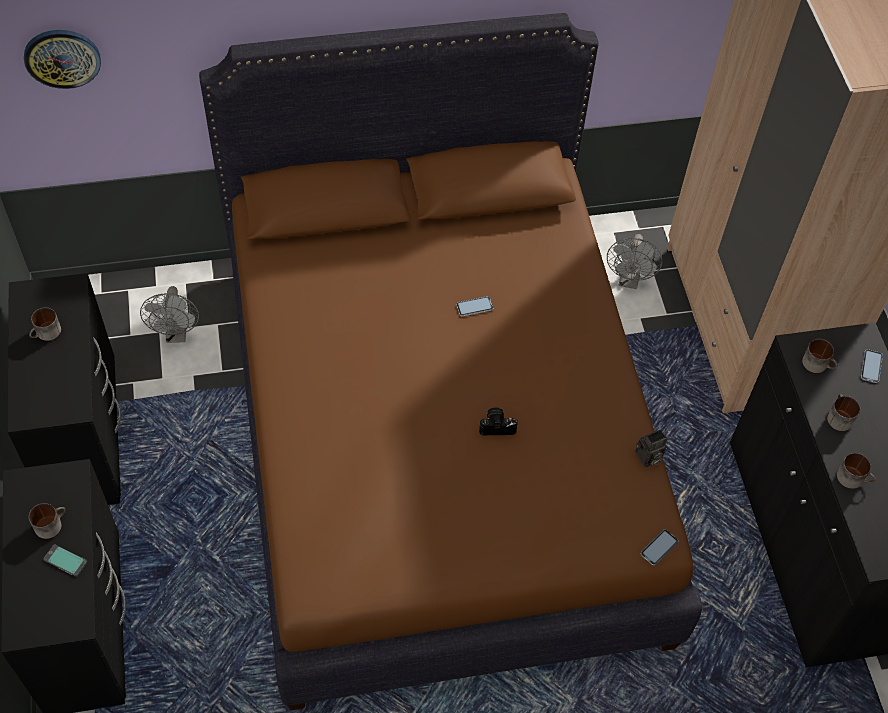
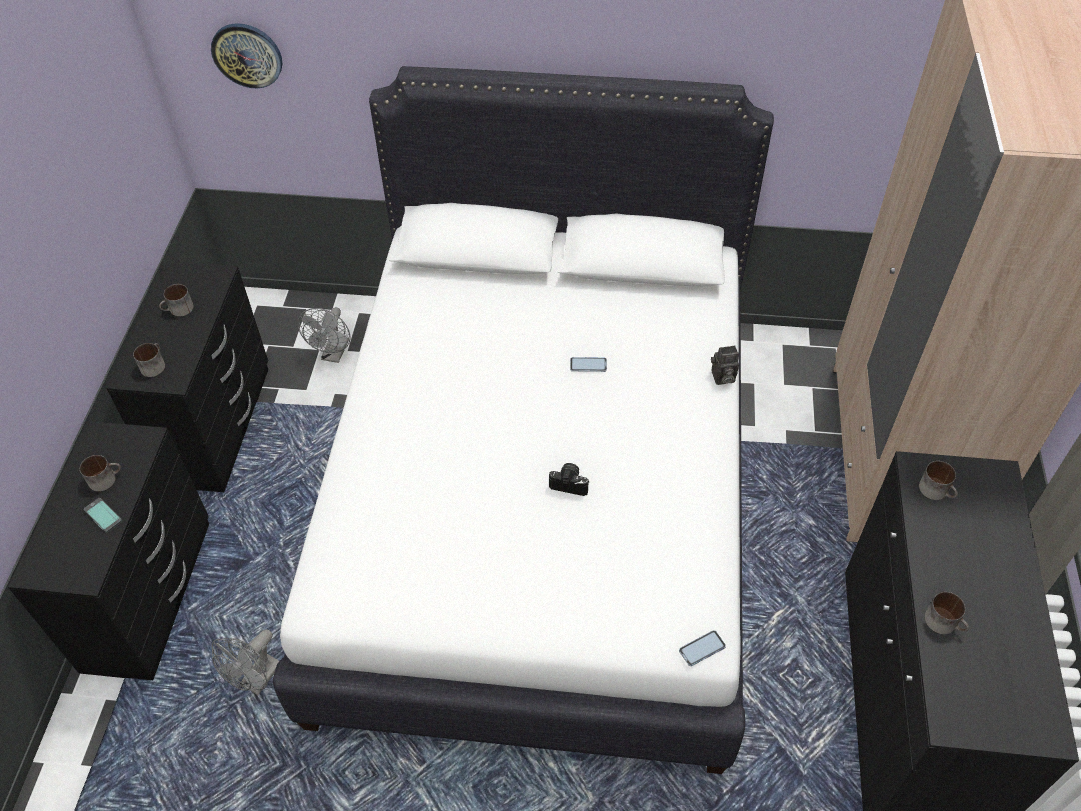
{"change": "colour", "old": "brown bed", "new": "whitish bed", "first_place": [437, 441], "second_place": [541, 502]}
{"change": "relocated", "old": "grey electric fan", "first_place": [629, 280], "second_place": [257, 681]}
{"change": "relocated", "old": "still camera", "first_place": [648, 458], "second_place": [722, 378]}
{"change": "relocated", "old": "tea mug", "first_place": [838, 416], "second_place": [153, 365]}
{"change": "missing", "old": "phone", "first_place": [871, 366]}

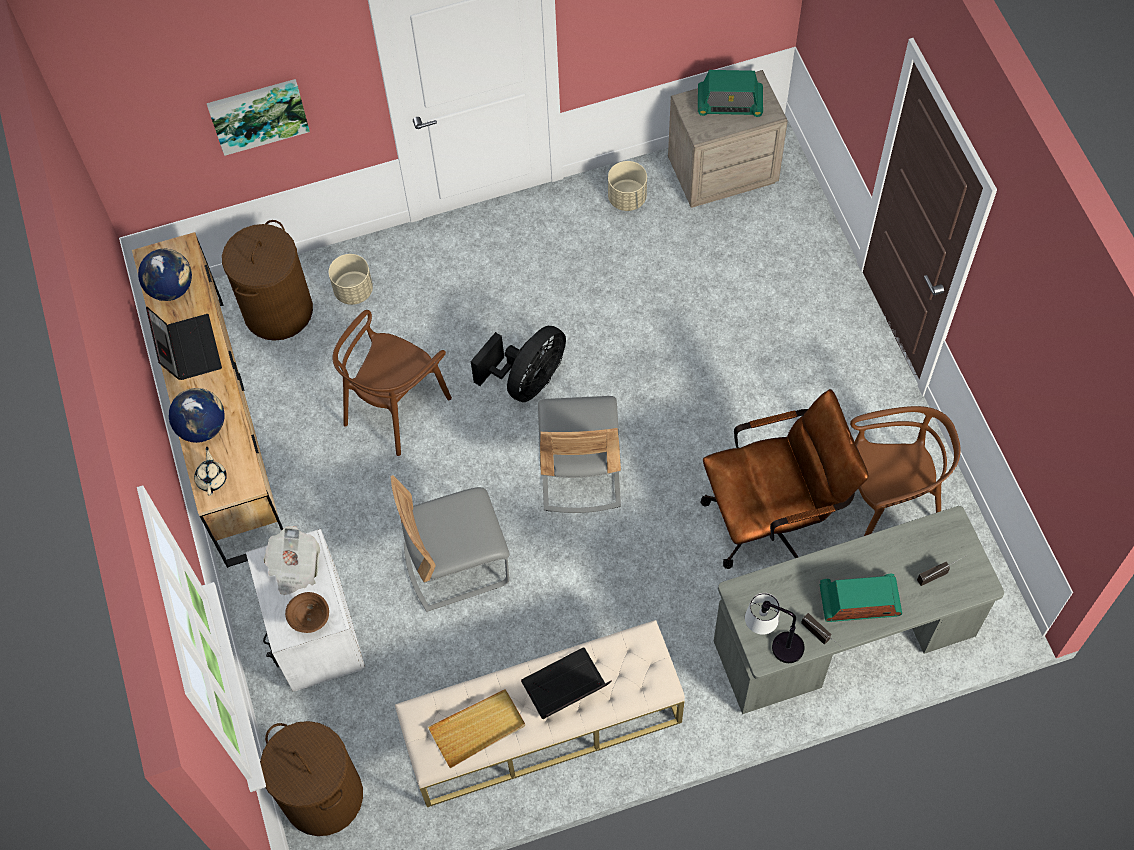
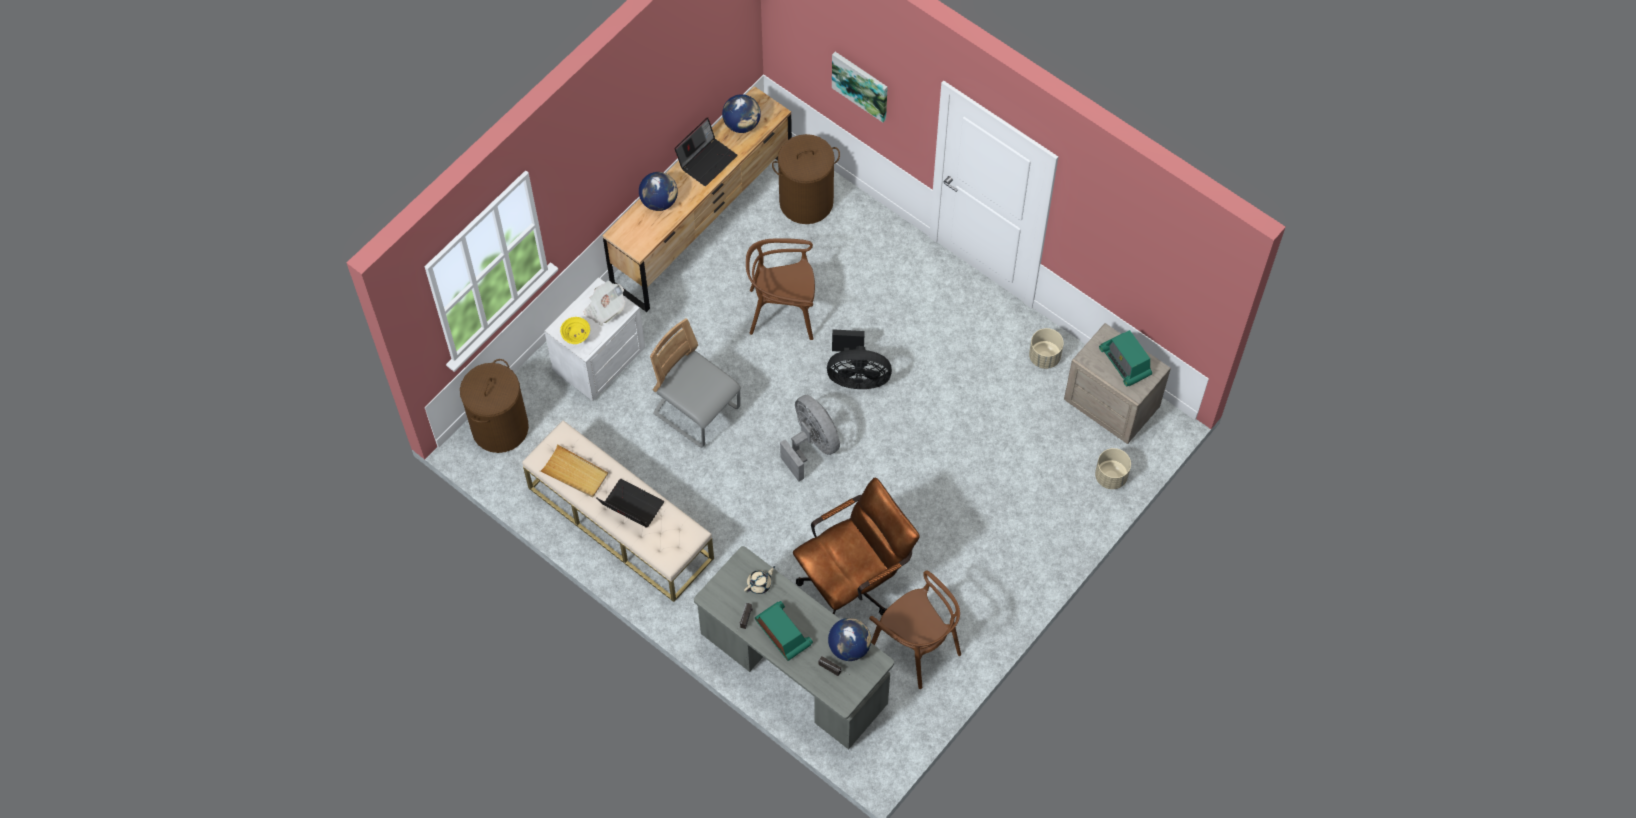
{"change": "relocated", "old": "beige-coloured teapot", "first_place": [212, 478], "second_place": [759, 584]}
{"change": "colour", "old": "brown serving bowl", "new": "yellow serving bowl", "first_place": [312, 621], "second_place": [577, 339]}
{"change": "relocated", "old": "beige-coloured flower pot", "first_place": [353, 290], "second_place": [1111, 476]}
{"change": "exchanged", "old": "grey plain chair", "new": "grey electric fan", "first_place": [580, 470], "second_place": [811, 445]}
{"change": "spun", "old": "brown desk chair", "first_place": [773, 519], "second_place": [854, 581], "degrees": -75}
{"change": "missing", "old": "tabletop lamp", "first_place": [772, 643]}
{"change": "appeared", "new": "world globe", "second_place": [849, 647]}

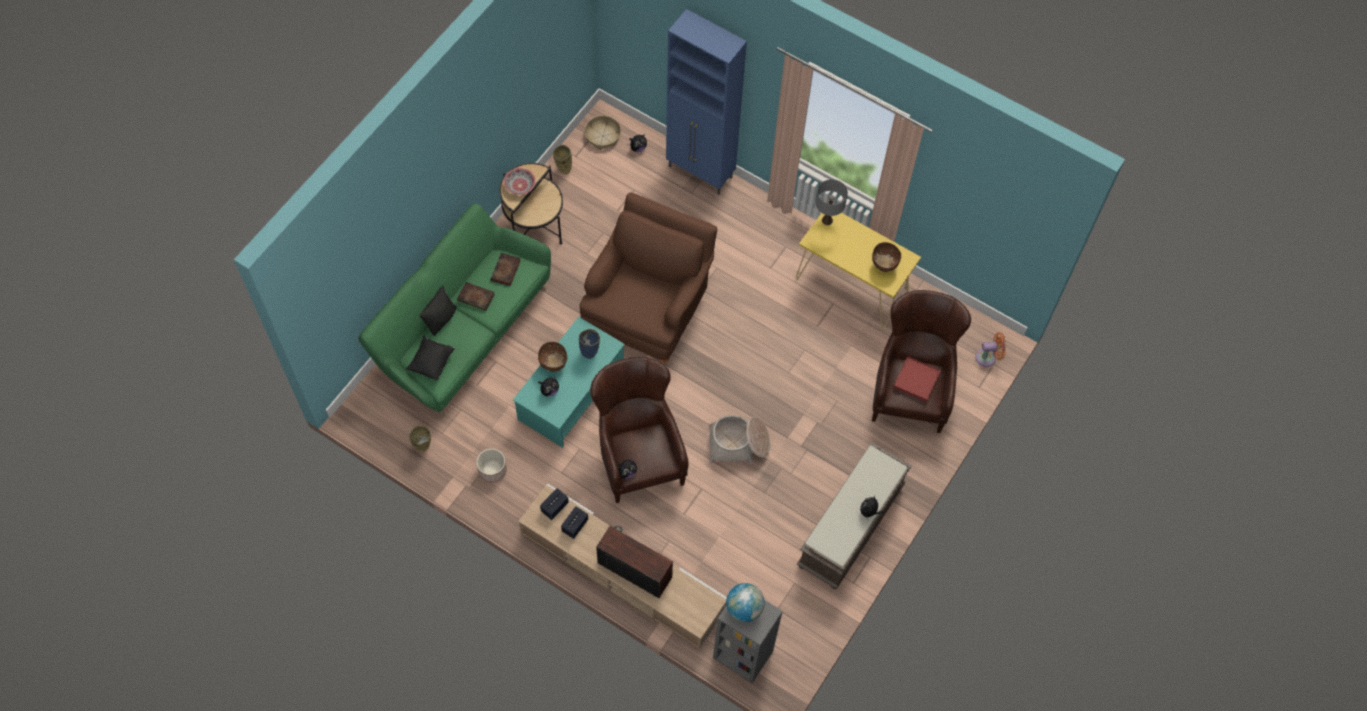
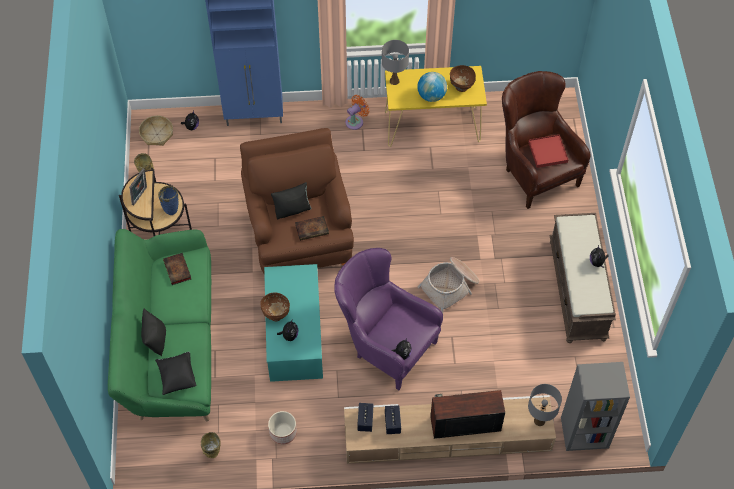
{"change": "relocated", "old": "bound book", "first_place": [477, 297], "second_place": [312, 229]}
{"change": "exchanged", "old": "serving bowl", "new": "standing frame", "first_place": [520, 185], "second_place": [140, 196]}
{"change": "relocated", "old": "bluish decorative vase", "first_place": [590, 353], "second_place": [172, 210]}
{"change": "colour", "old": "brown lounge chair", "new": "purple lounge chair", "first_place": [638, 456], "second_place": [385, 345]}
{"change": "relocated", "old": "world globe", "first_place": [744, 608], "second_place": [431, 96]}
{"change": "relocated", "old": "orangey electric fan", "first_place": [988, 357], "second_place": [356, 121]}
{"change": "appeared", "new": "black-coloured throw pillow", "second_place": [292, 210]}
{"change": "appeared", "new": "grey tabletop lamp", "second_place": [539, 421]}

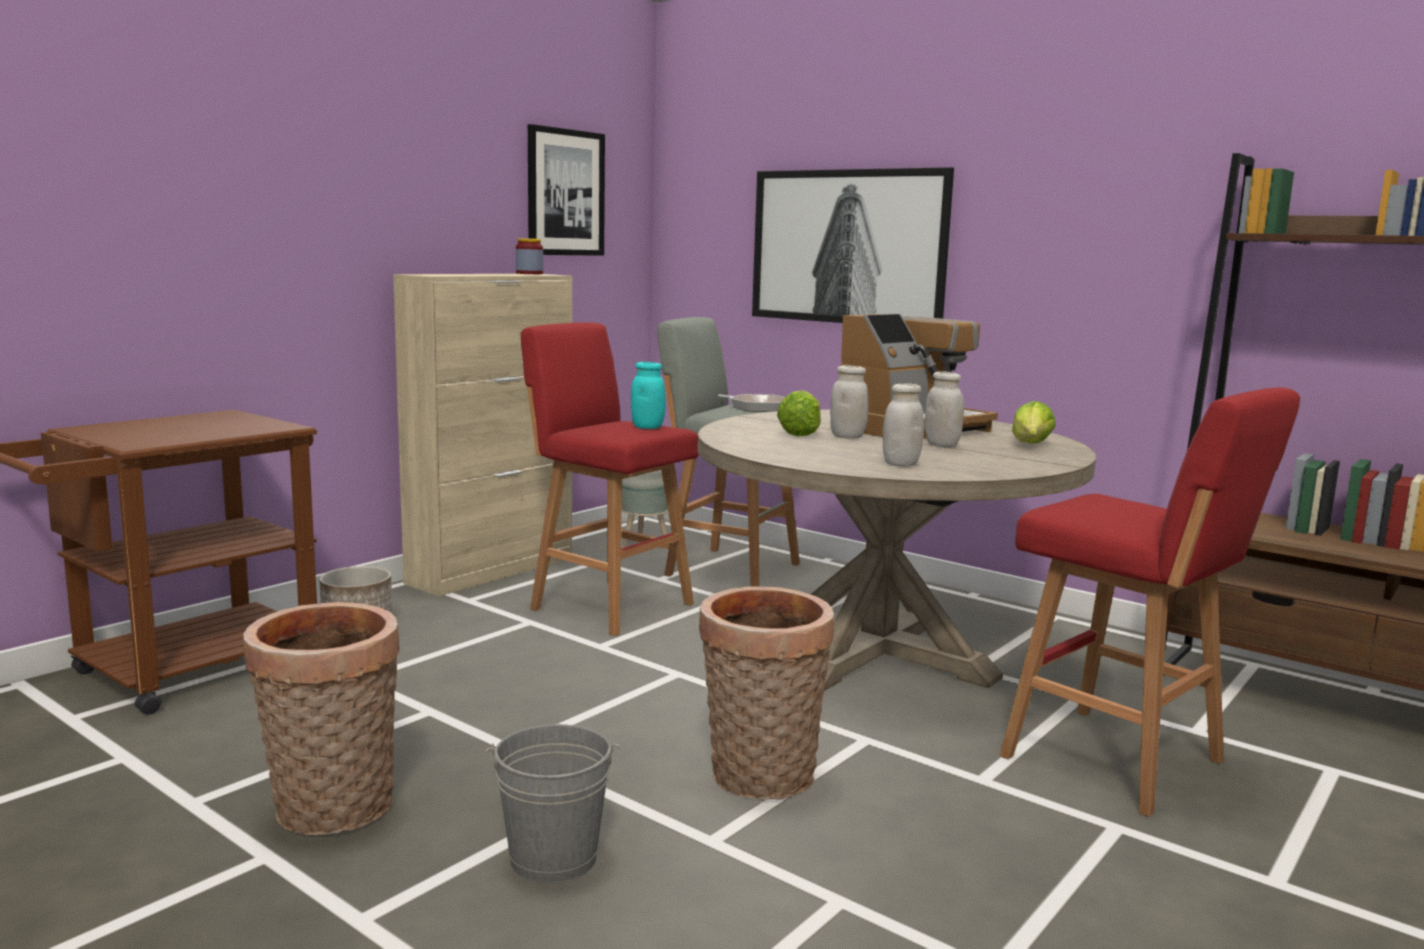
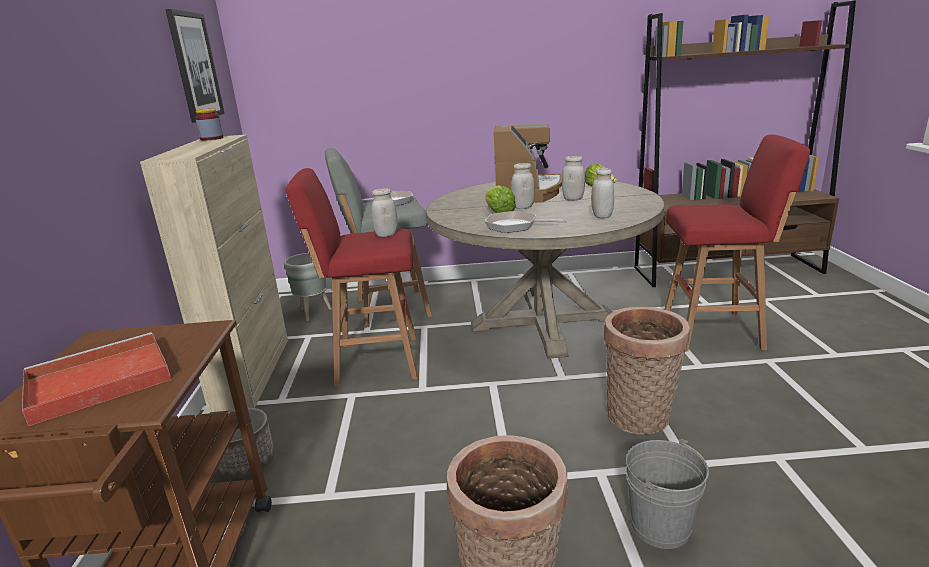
{"change": "colour", "old": "turquoise-coloured storage jar", "new": "whitish storage jar", "first_place": [647, 427], "second_place": [386, 234]}
{"change": "missing", "old": "picture", "first_place": [848, 247]}
{"change": "appeared", "new": "red carrying tray", "second_place": [96, 382]}
{"change": "appeared", "new": "frying pan", "second_place": [515, 226]}

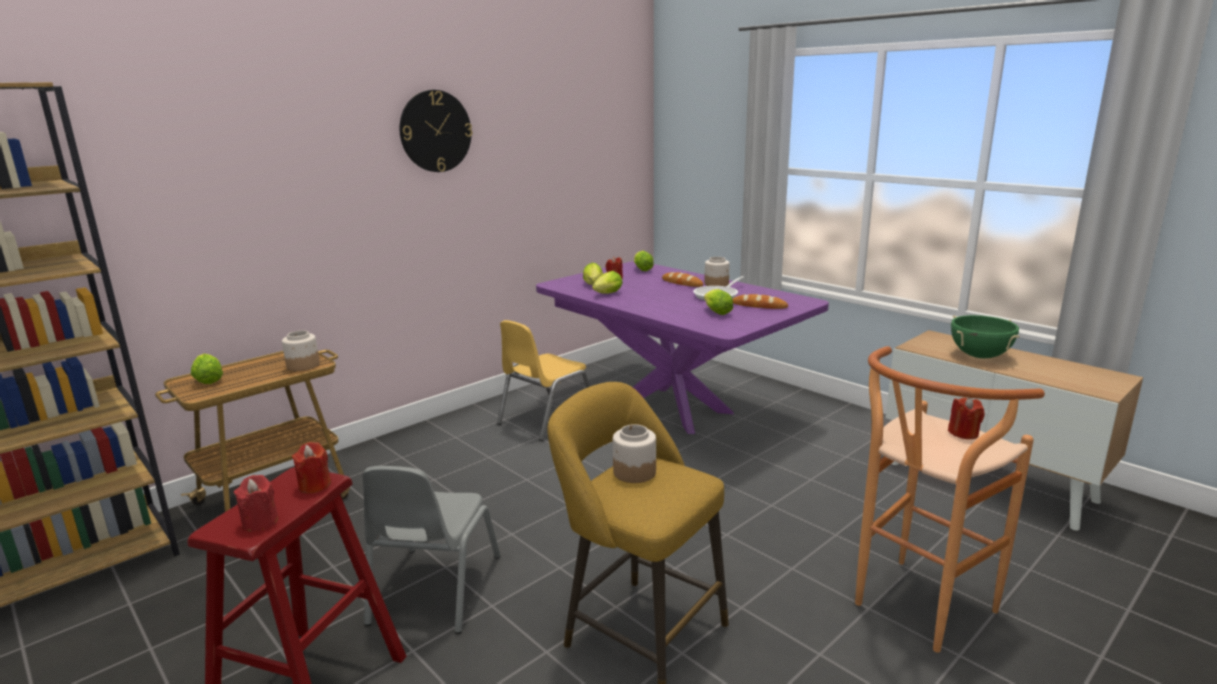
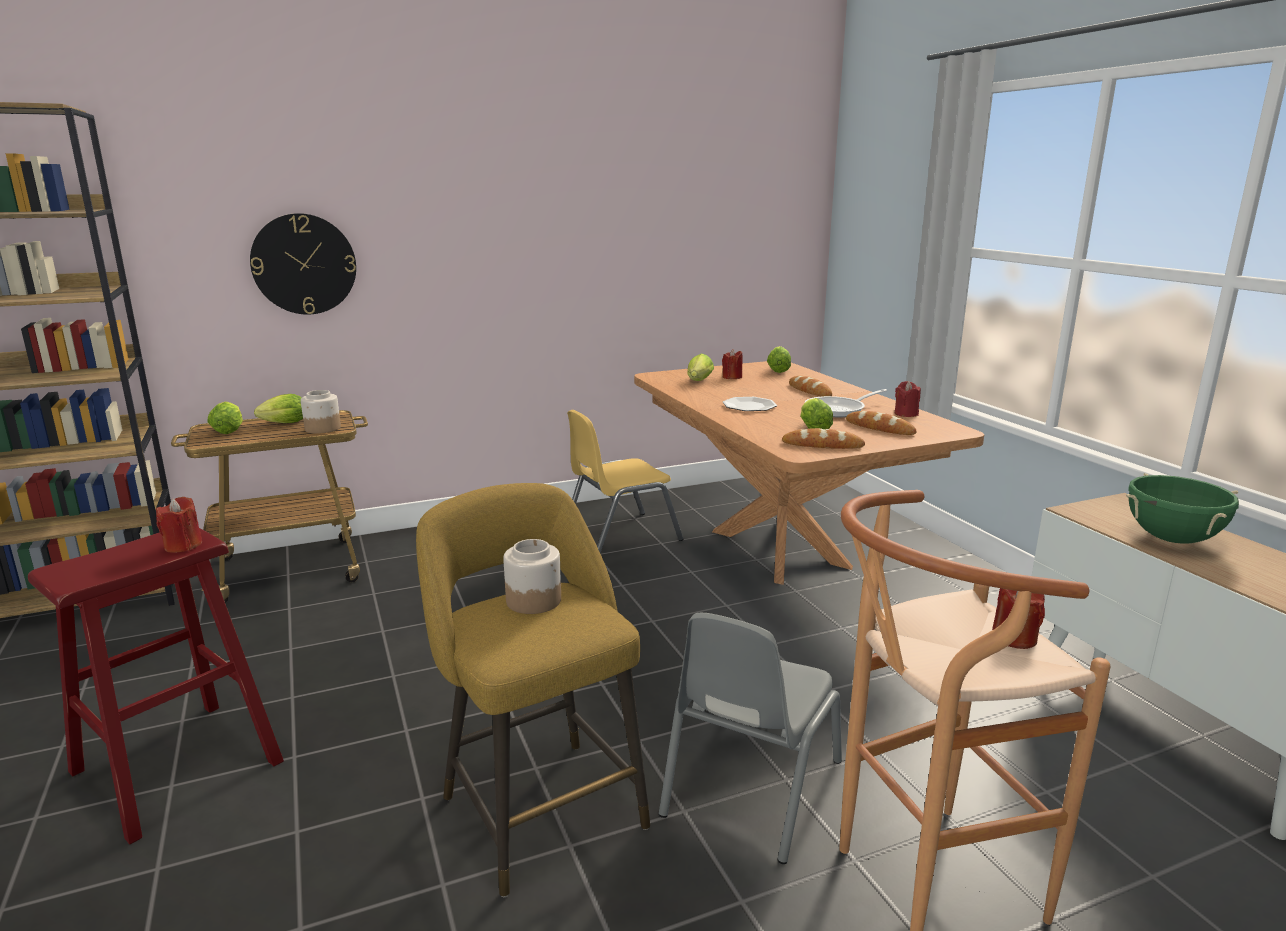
{"change": "relocated", "old": "red candle", "first_place": [260, 522], "second_place": [906, 414]}
{"change": "relocated", "old": "grey plain chair", "first_place": [434, 589], "second_place": [750, 787]}
{"change": "relocated", "old": "hanging clock", "first_place": [435, 131], "second_place": [304, 264]}
{"change": "colour", "old": "purple kitchen table", "new": "brown kitchen table", "first_place": [673, 408], "second_place": [779, 549]}
{"change": "relocated", "old": "lettuce head", "first_place": [606, 294], "second_place": [282, 424]}
{"change": "missing", "old": "storage jar", "first_place": [716, 284]}
{"change": "appeared", "new": "flat dish", "second_place": [749, 406]}
{"change": "appeared", "new": "bread", "second_place": [822, 445]}

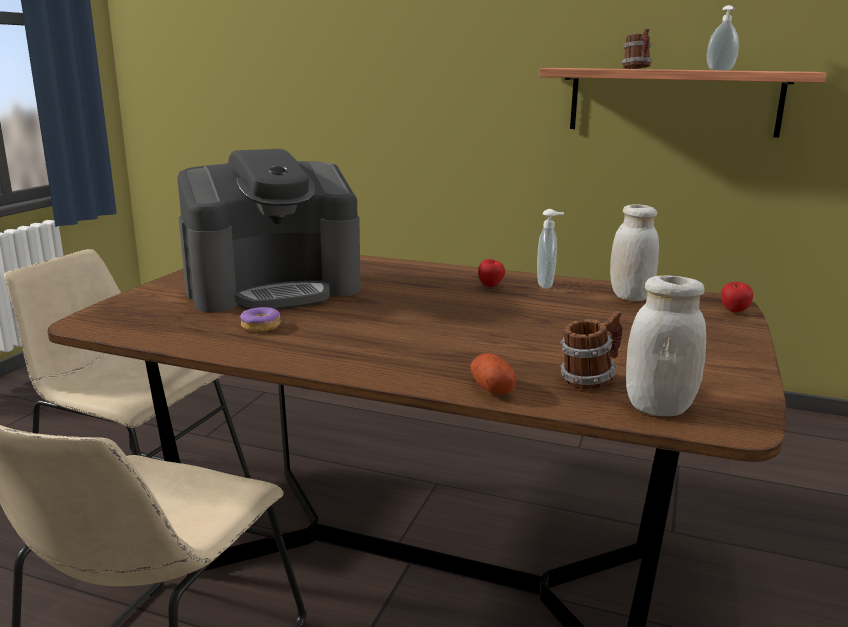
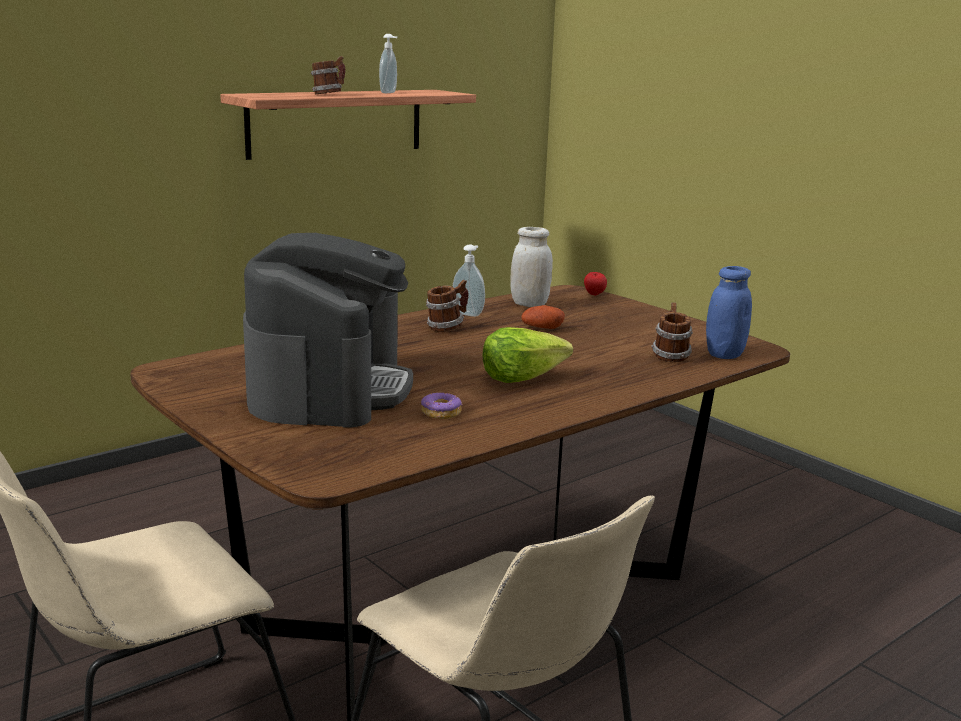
{"change": "relocated", "old": "spud", "first_place": [491, 388], "second_place": [542, 328]}
{"change": "exchanged", "old": "whole apple", "new": "tea mug", "first_place": [491, 286], "second_place": [446, 327]}
{"change": "colour", "old": "whitish storage jar", "new": "bluish storage jar", "first_place": [658, 407], "second_place": [724, 354]}
{"change": "appeared", "new": "lettuce head", "second_place": [522, 377]}

